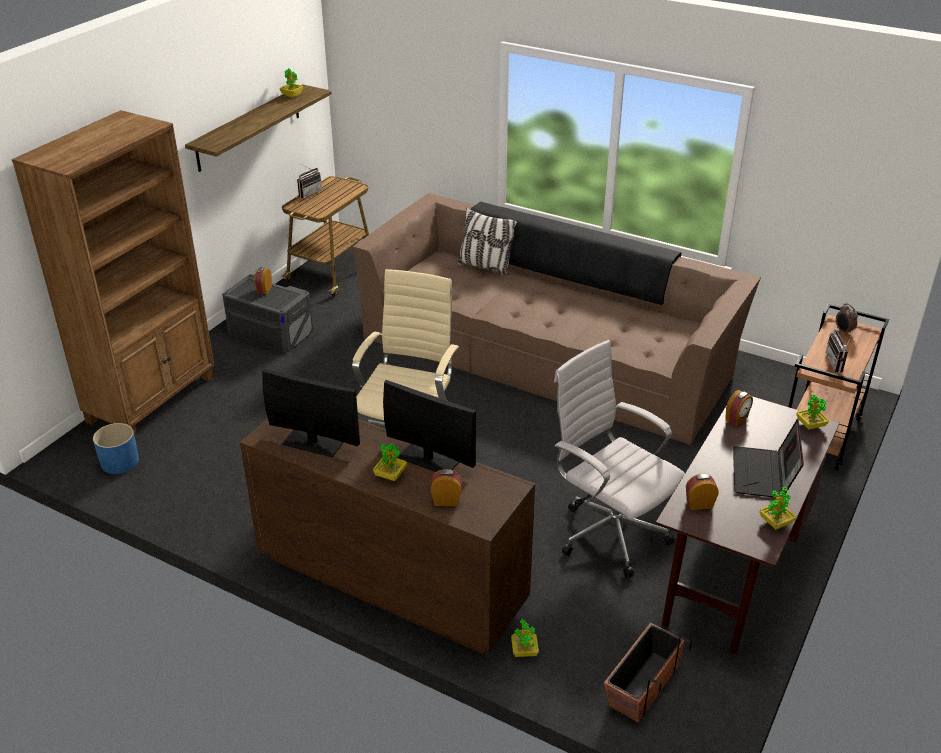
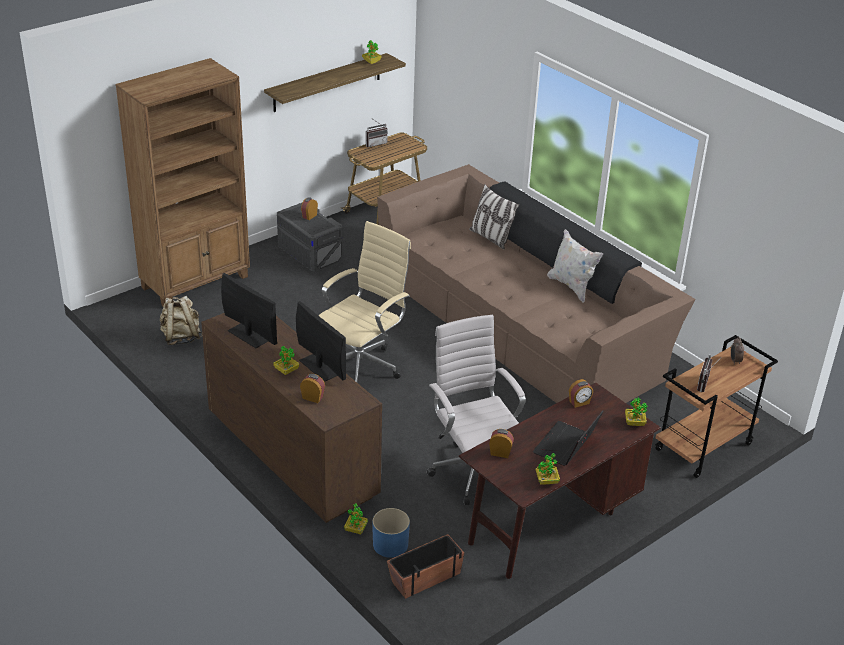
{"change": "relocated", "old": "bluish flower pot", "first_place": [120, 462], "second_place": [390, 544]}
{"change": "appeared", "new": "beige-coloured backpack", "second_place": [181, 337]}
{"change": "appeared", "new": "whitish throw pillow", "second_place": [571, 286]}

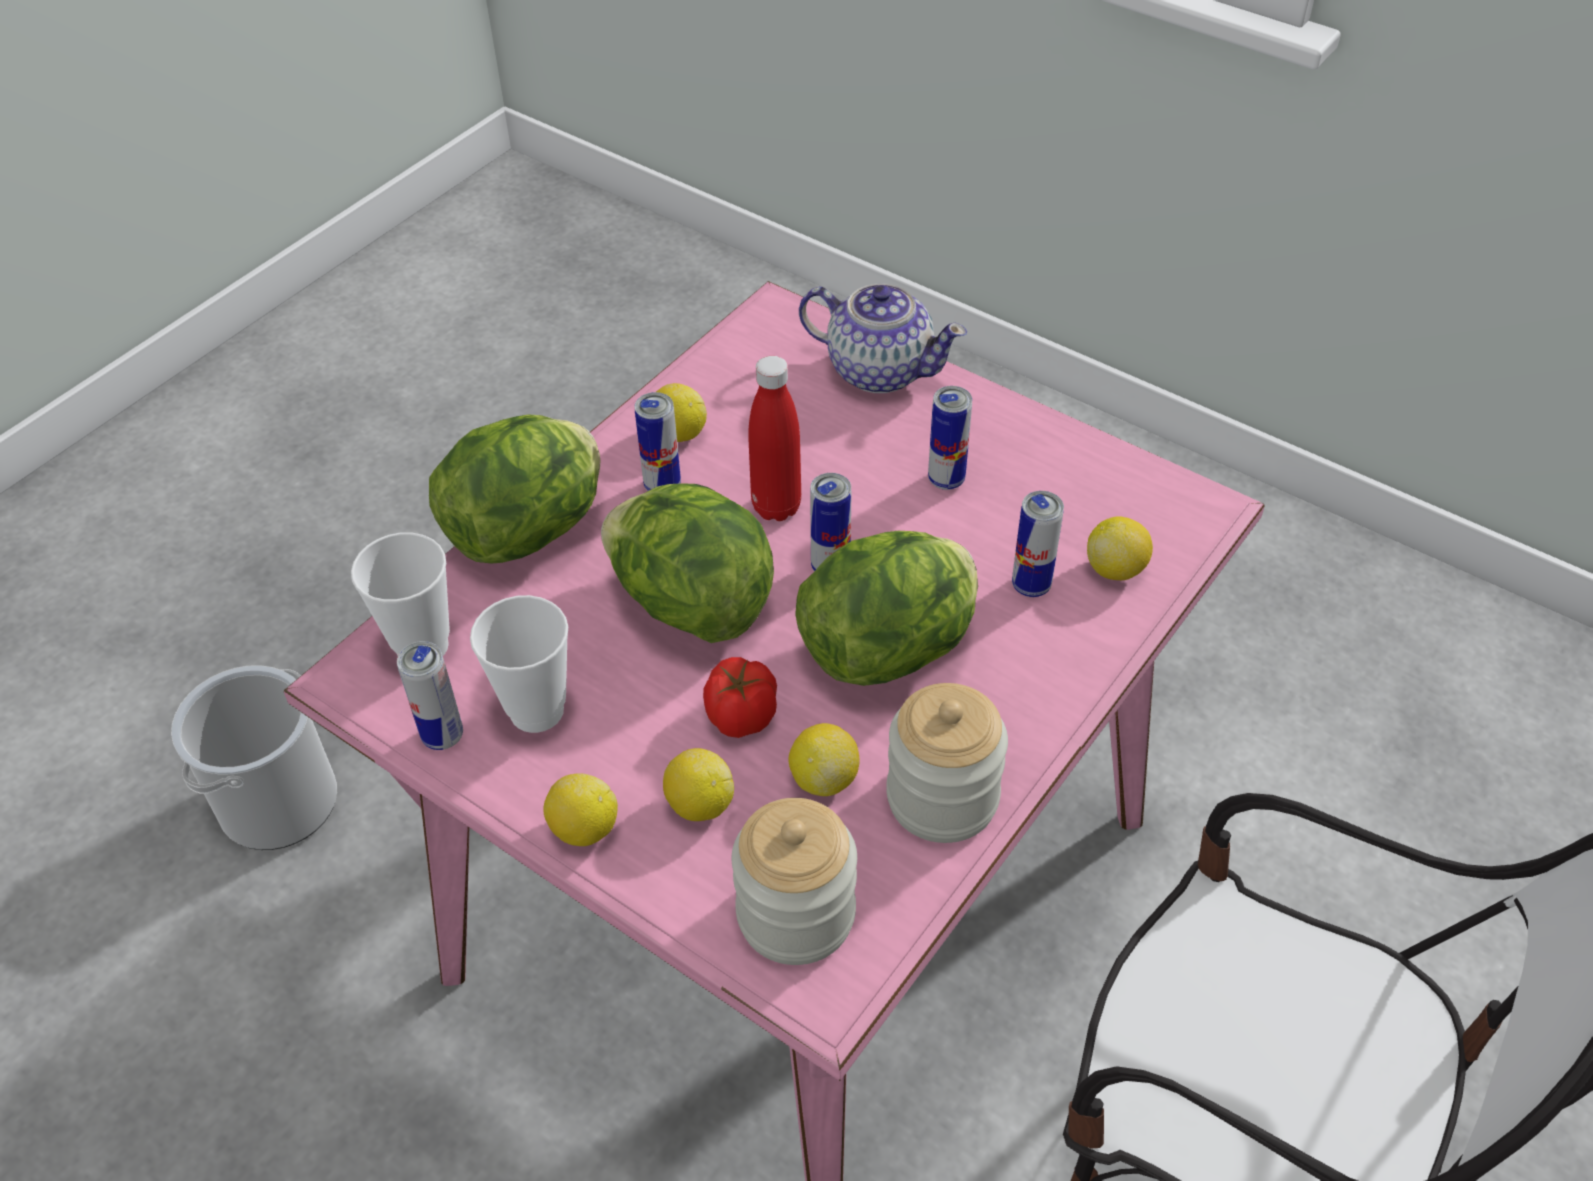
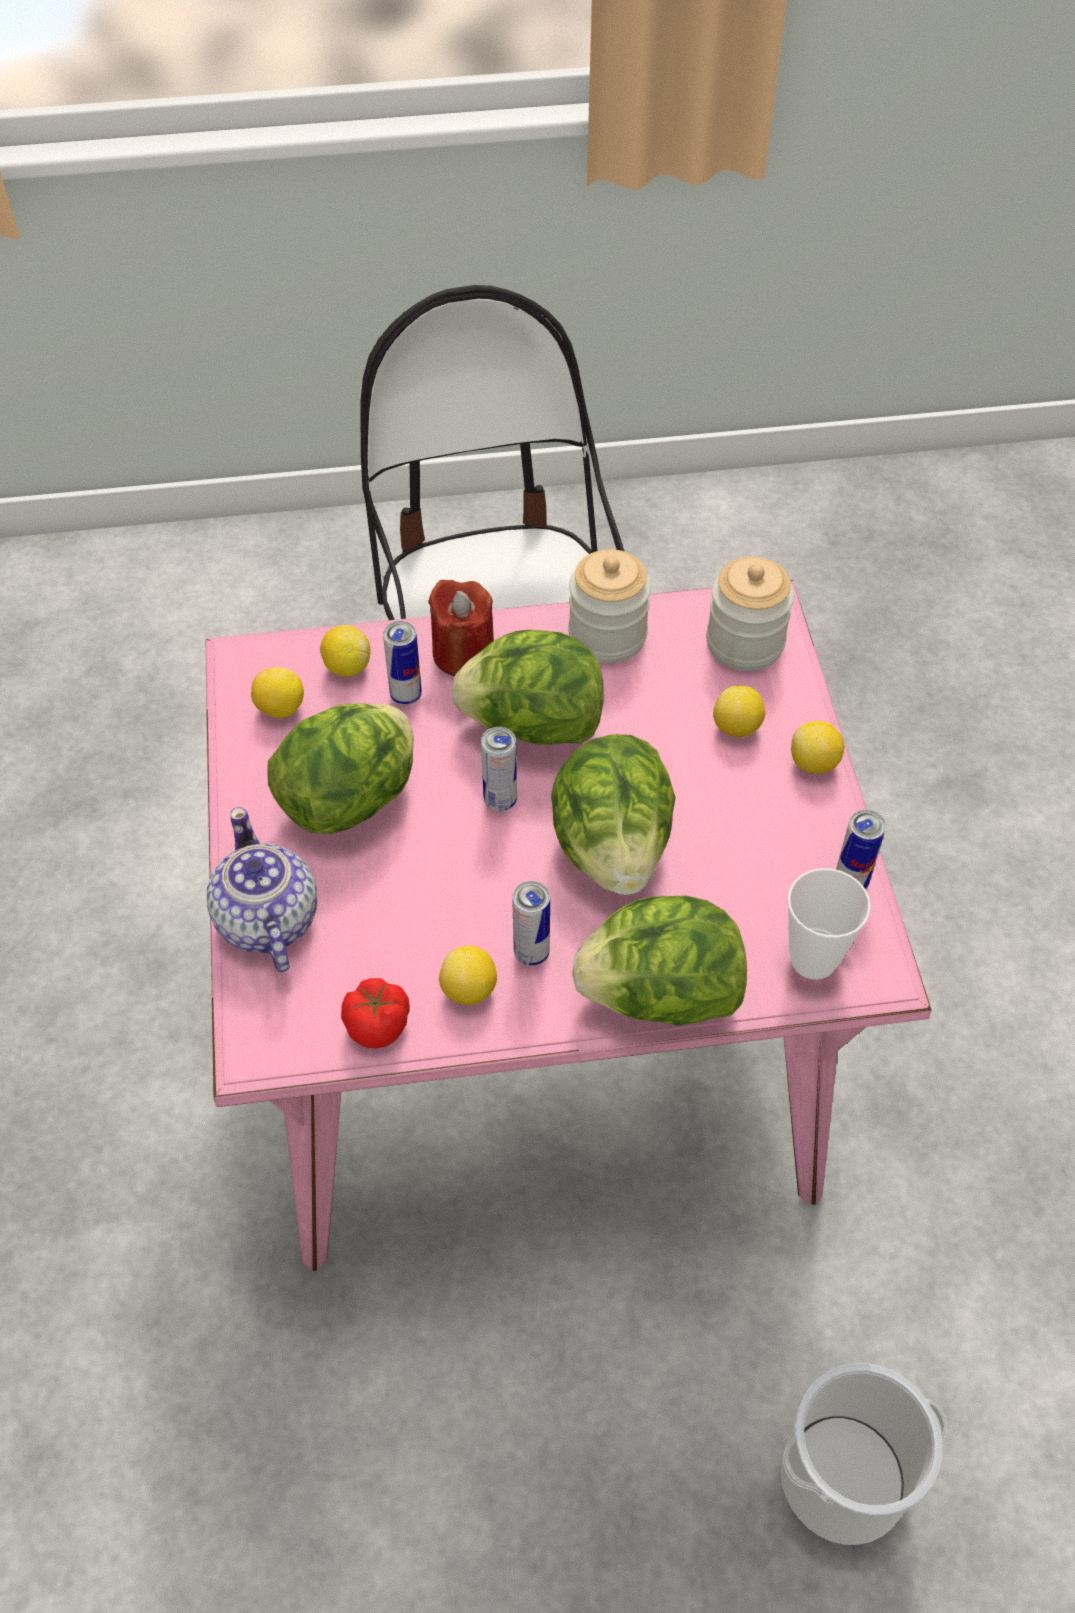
{"change": "missing", "old": "small cup", "first_place": [537, 711]}
{"change": "relocated", "old": "whole tomato", "first_place": [740, 717], "second_place": [379, 1025]}
{"change": "missing", "old": "red beverage bottle", "first_place": [776, 507]}
{"change": "relocated", "old": "whole lemon", "first_place": [823, 778], "second_place": [280, 709]}
{"change": "exchanged", "old": "metal can", "new": "lettuce head", "first_place": [946, 480], "second_place": [351, 798]}
{"change": "appeared", "new": "red candle", "second_place": [463, 654]}

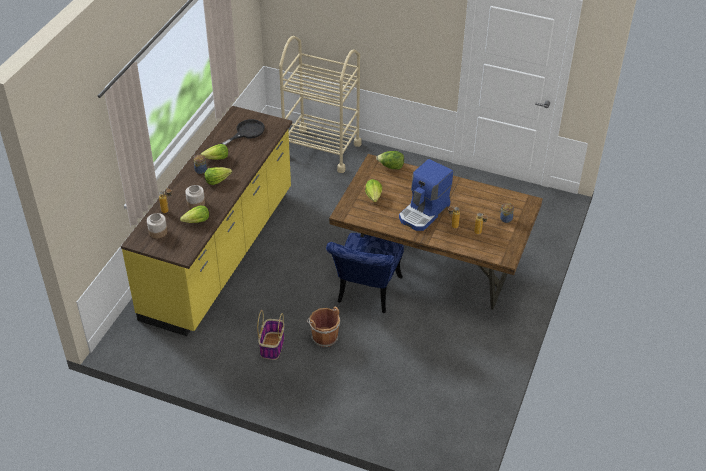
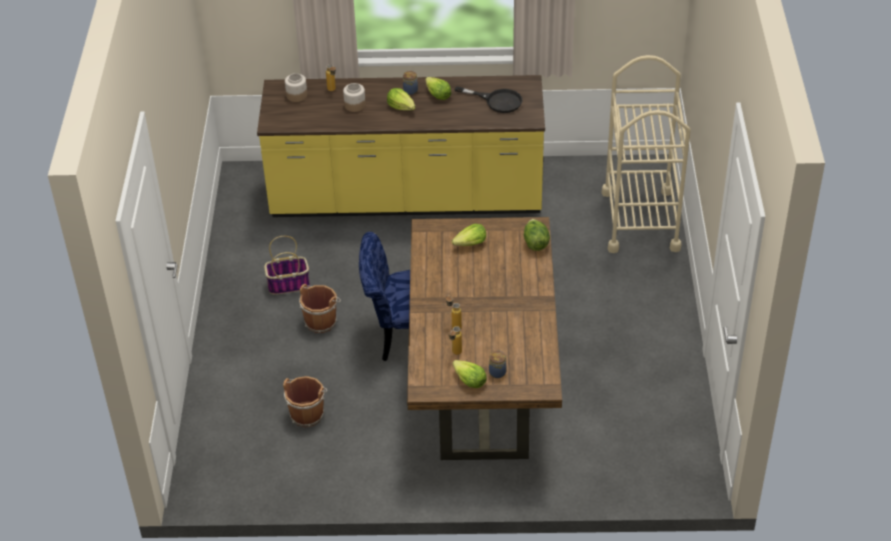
{"change": "relocated", "old": "lettuce head", "first_place": [197, 221], "second_place": [469, 381]}
{"change": "missing", "old": "coffee maker", "first_place": [424, 212]}
{"change": "appeared", "new": "brown bucket", "second_place": [307, 413]}

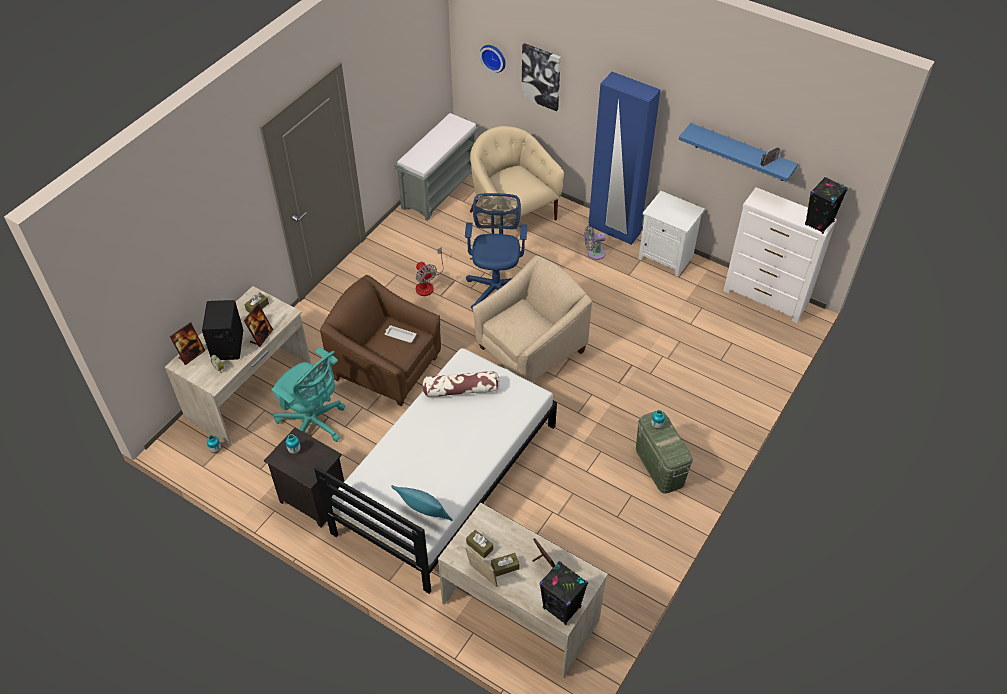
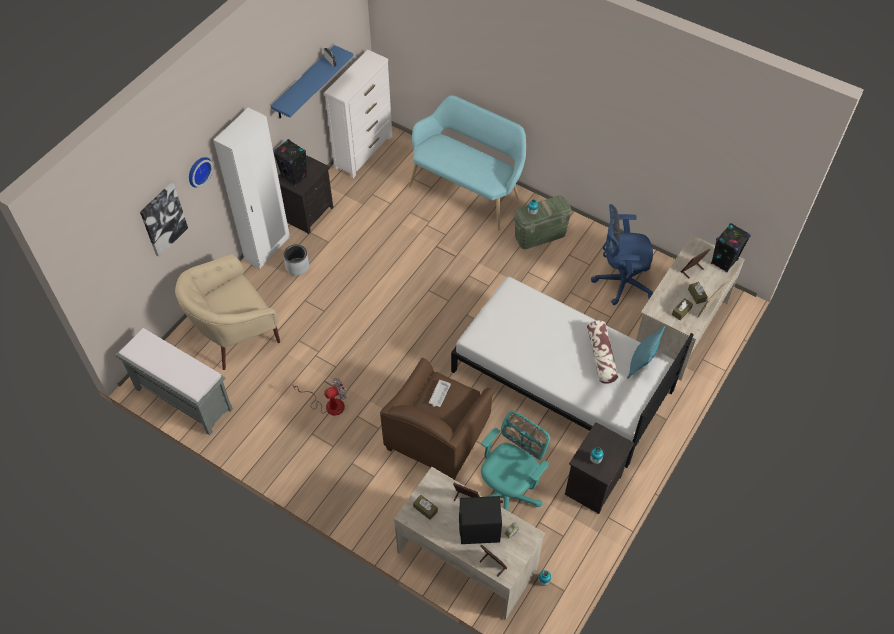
{"change": "relocated", "old": "throw pillow", "first_place": [461, 390], "second_place": [601, 356]}
{"change": "relocated", "old": "bluish desk chair", "first_place": [496, 287], "second_place": [620, 282]}
{"change": "missing", "old": "beige-coloured lounge chair", "first_place": [531, 349]}
{"change": "relocated", "old": "hanging clock", "first_place": [494, 57], "second_place": [198, 171]}
{"change": "exchanged", "old": "grey electric fan", "new": "grey flower pot", "first_place": [594, 253], "second_place": [297, 266]}
{"change": "colour", "old": "bluish wardrobe", "new": "whitish wardrobe", "first_place": [614, 230], "second_place": [268, 249]}
{"change": "colour", "old": "whitish nightstand", "new": "black-coloured nightstand", "first_place": [667, 257], "second_place": [308, 213]}
{"change": "relocated", "old": "black-coloured audio speaker", "first_place": [819, 223], "second_place": [294, 177]}
{"change": "appeared", "new": "turquoise-coloured indoor bench", "second_place": [468, 190]}

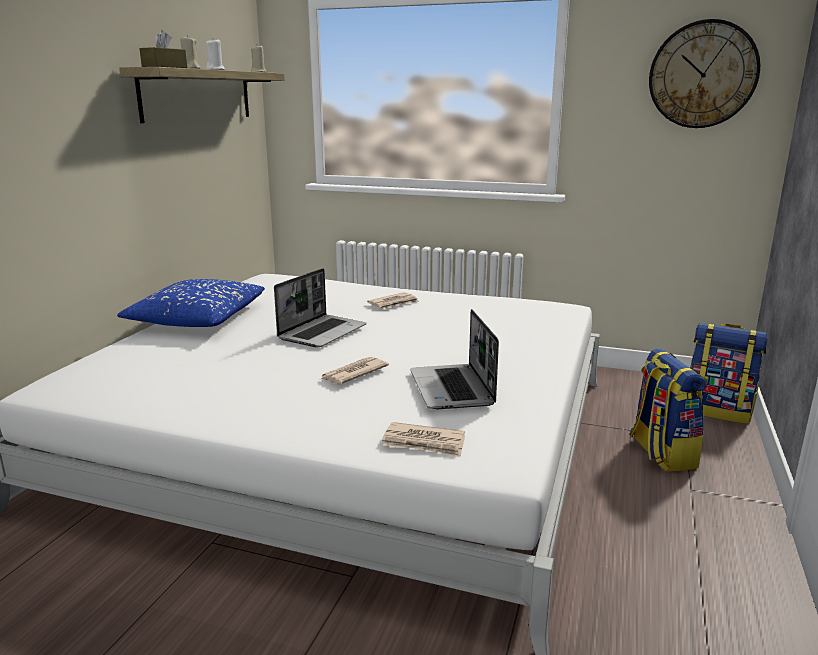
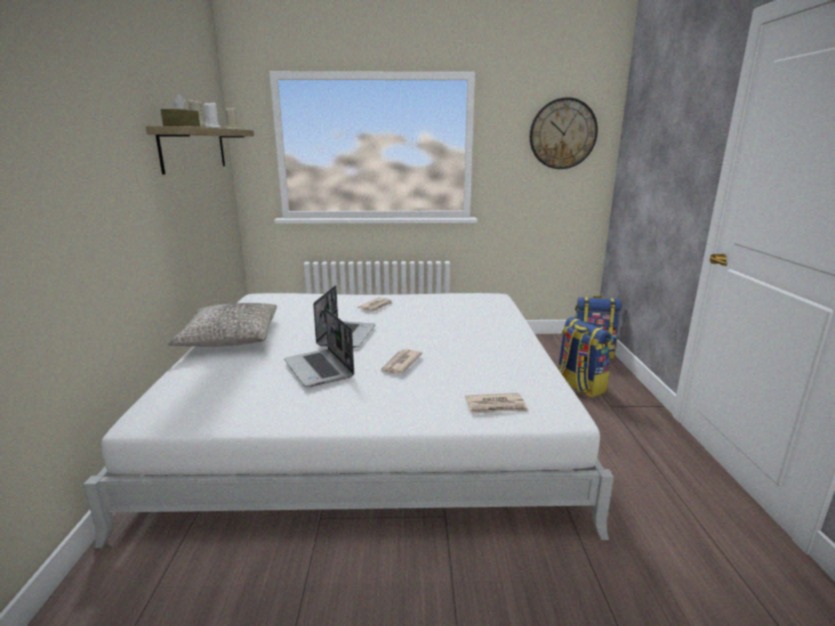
{"change": "colour", "old": "bluish throw pillow", "new": "grey throw pillow", "first_place": [198, 319], "second_place": [230, 337]}
{"change": "relocated", "old": "portable computer", "first_place": [453, 389], "second_place": [320, 369]}

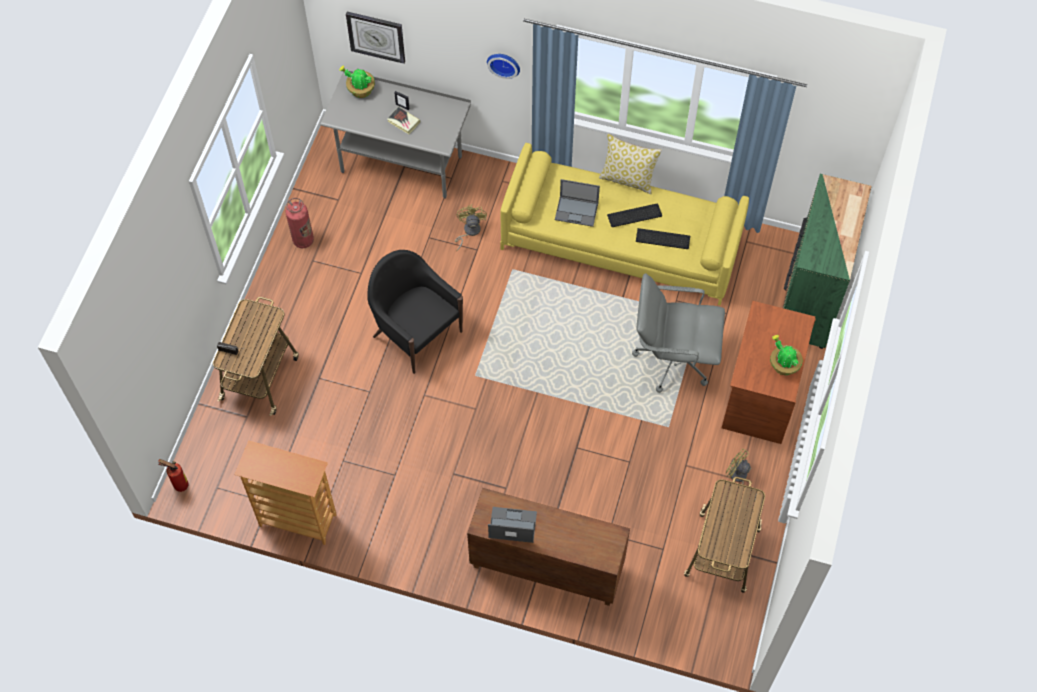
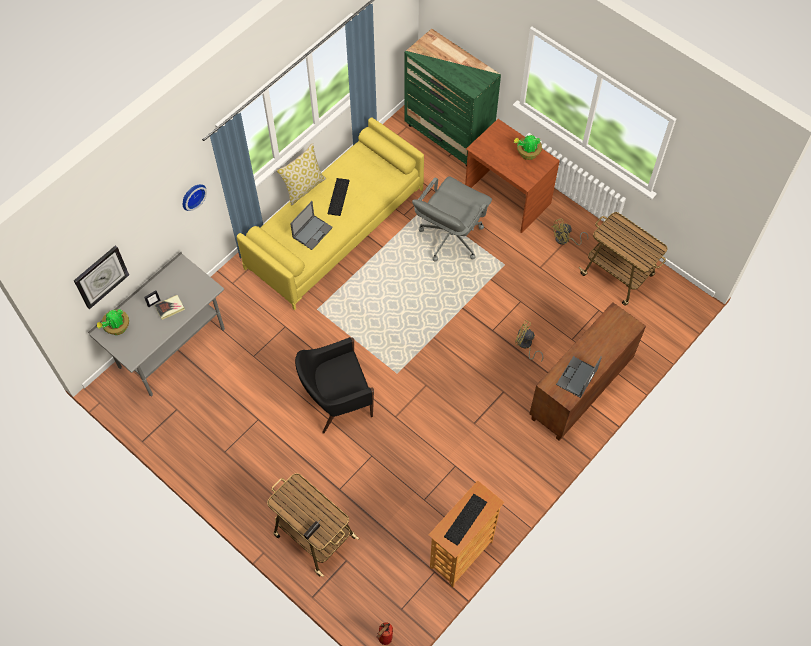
{"change": "missing", "old": "fire-fighting cylinder", "first_place": [303, 240]}
{"change": "relocated", "old": "yellow electric fan", "first_place": [469, 231], "second_place": [525, 345]}
{"change": "relocated", "old": "PC keyboard", "first_place": [662, 239], "second_place": [466, 520]}

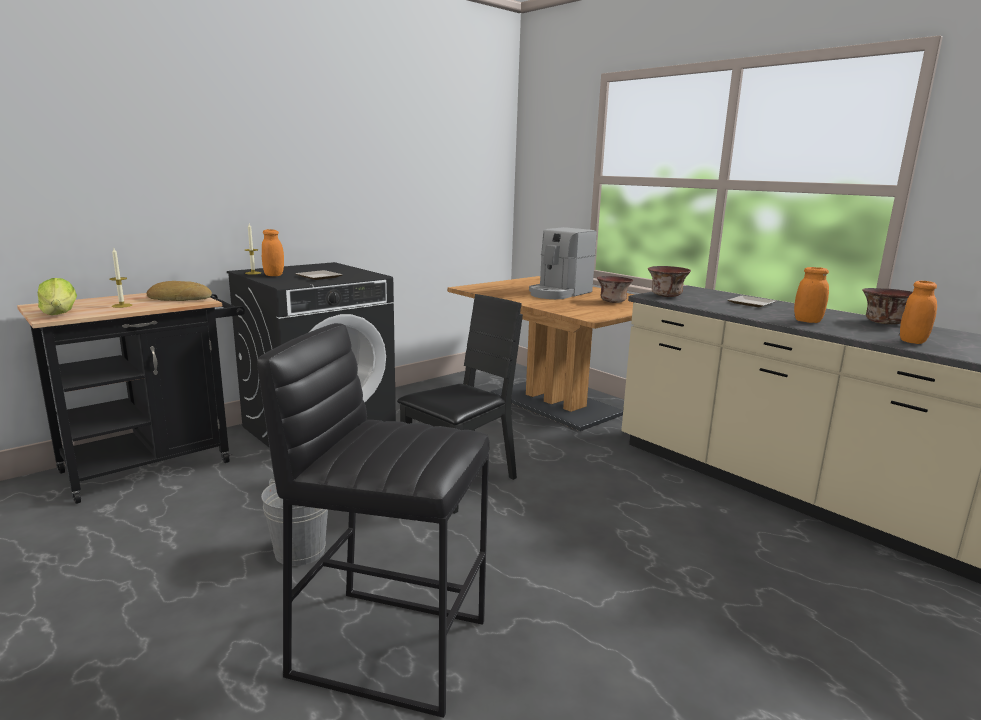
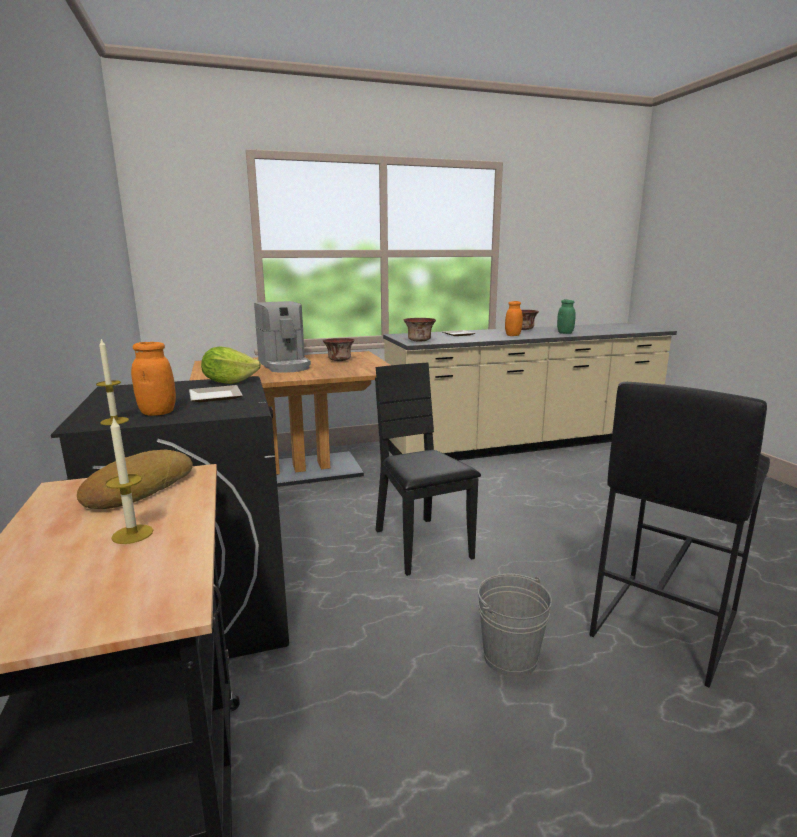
{"change": "relocated", "old": "lettuce head", "first_place": [60, 314], "second_place": [229, 382]}
{"change": "colour", "old": "orangey storage jar", "new": "green-coloured storage jar", "first_place": [912, 341], "second_place": [565, 333]}

